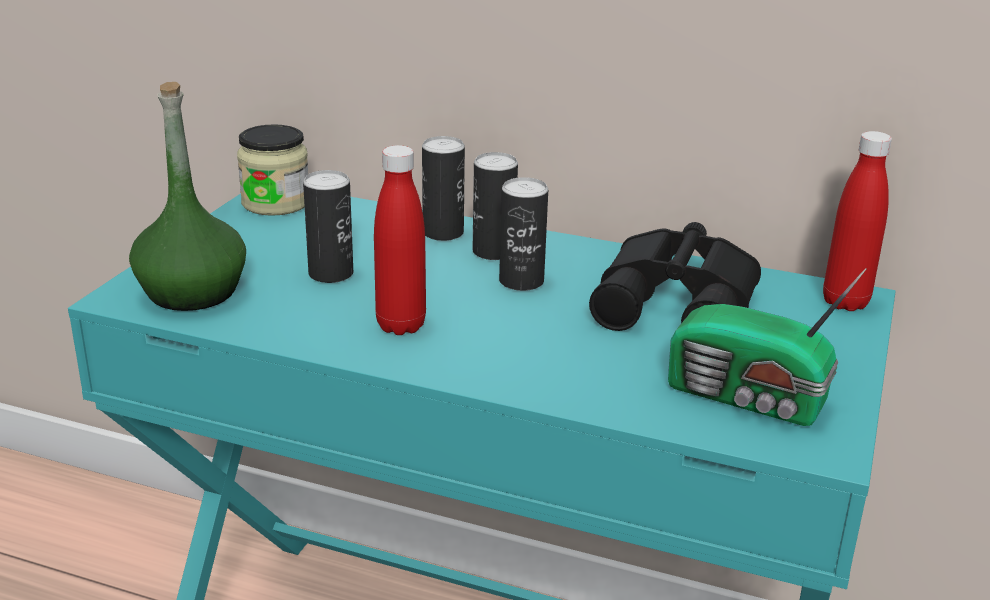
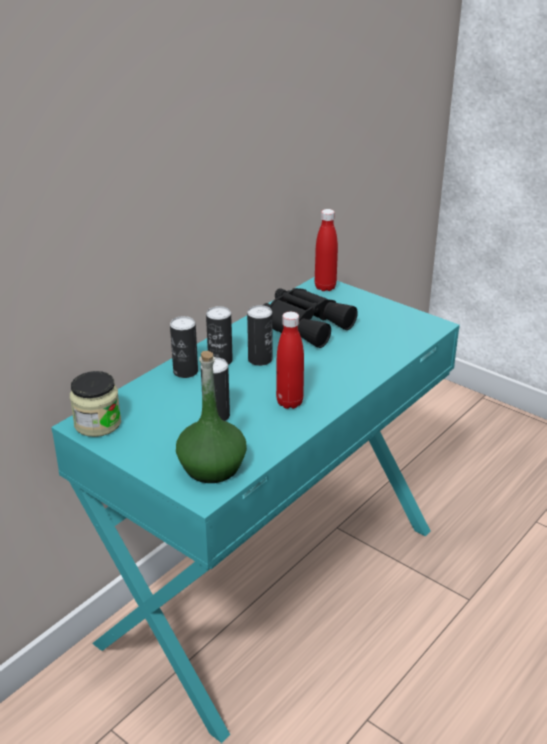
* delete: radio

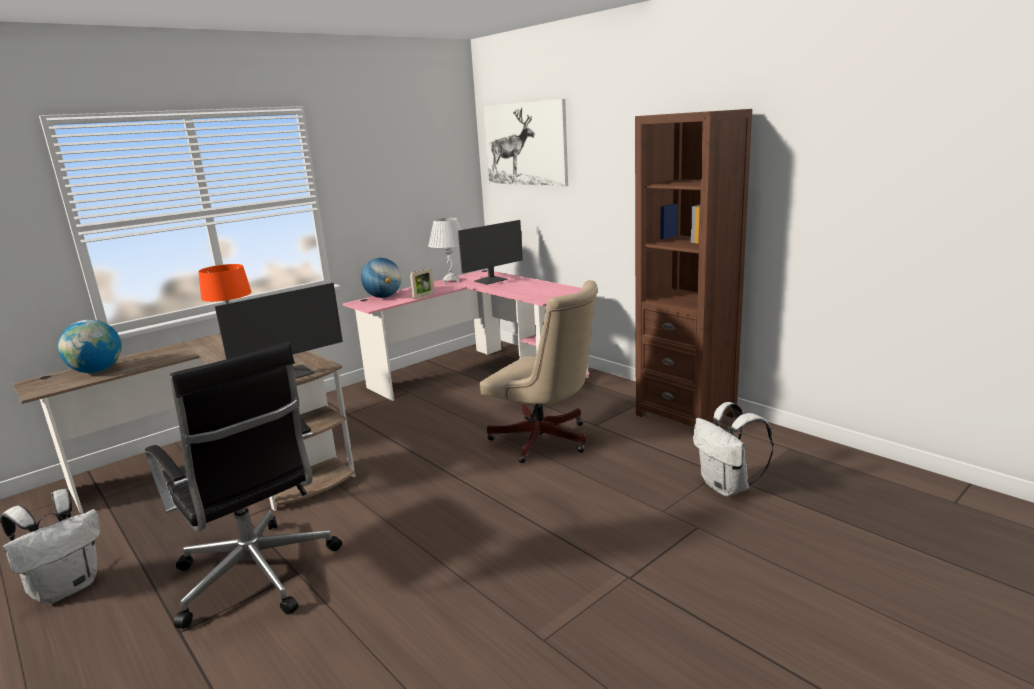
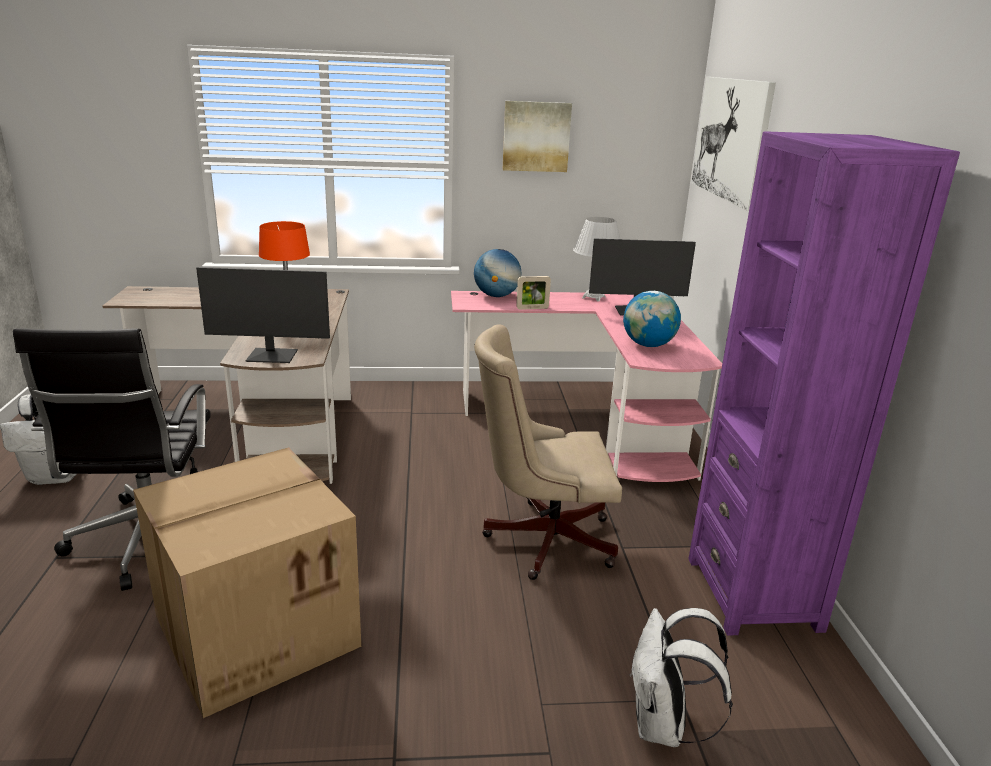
* move: desk globe (1st from left in the first image) to desk globe (2nd from left)
* rotate: sand-coloured computer chair 105 degrees clockwise
* recolor: brownish bookshelf to purple bookshelf
* insert: carton
* insert: picture (1st from left)

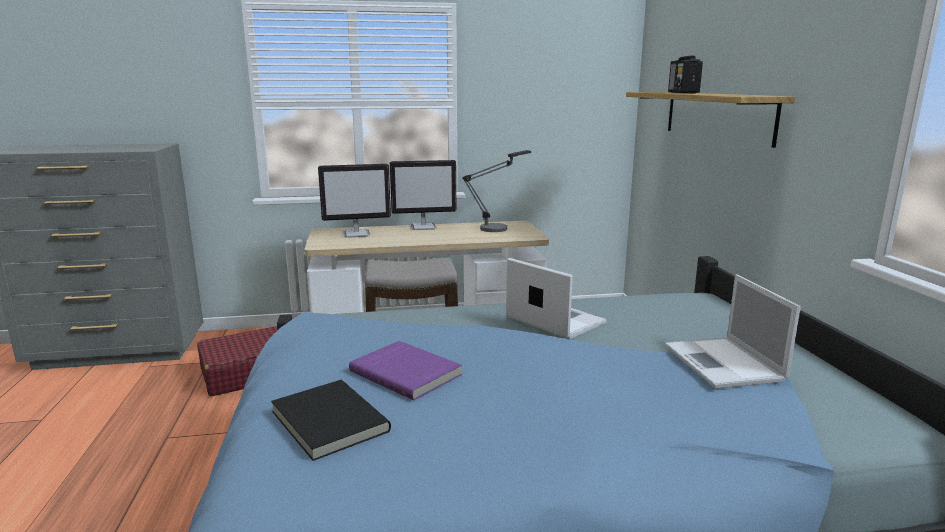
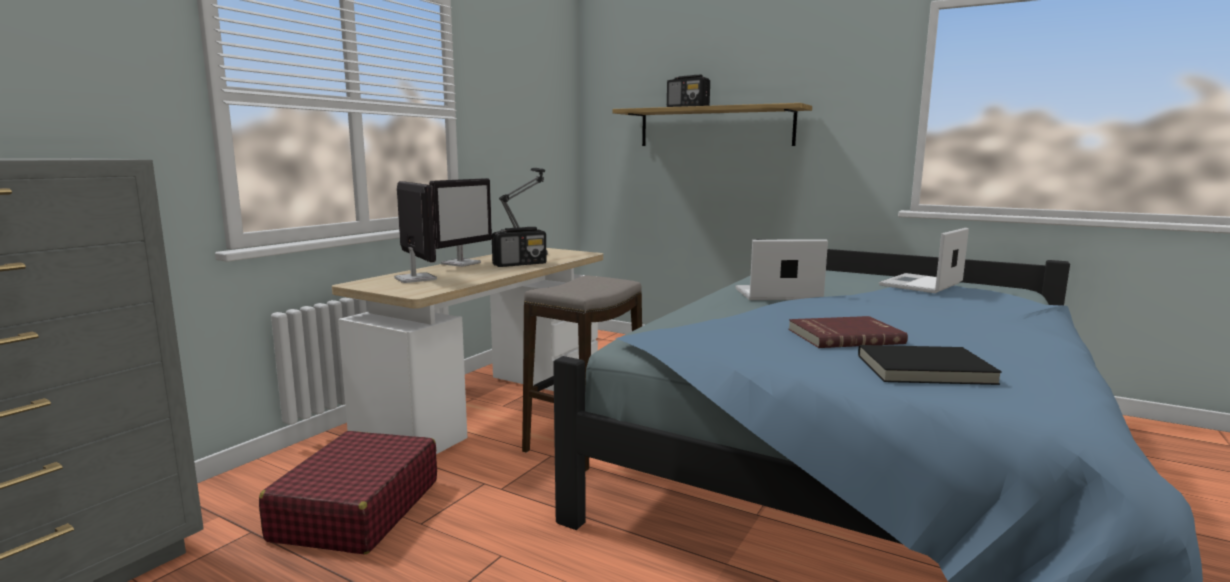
* rotate: monitor (1st from left) 60 degrees counterclockwise
* recolor: purple volume to red-coloured volume
* rotate: portable computer (2nd from left) 105 degrees clockwise
* insert: radio (1st from left)

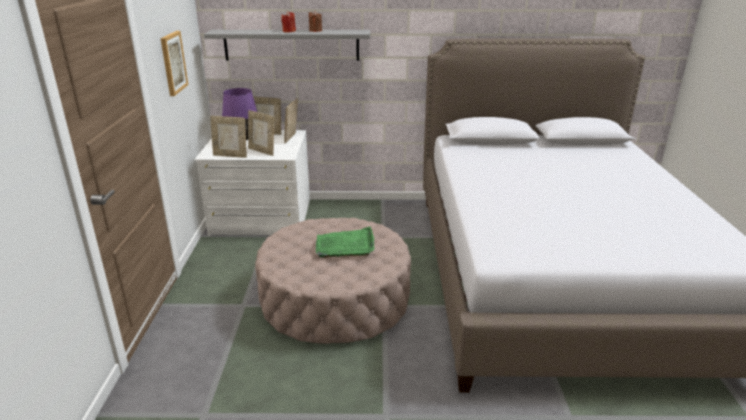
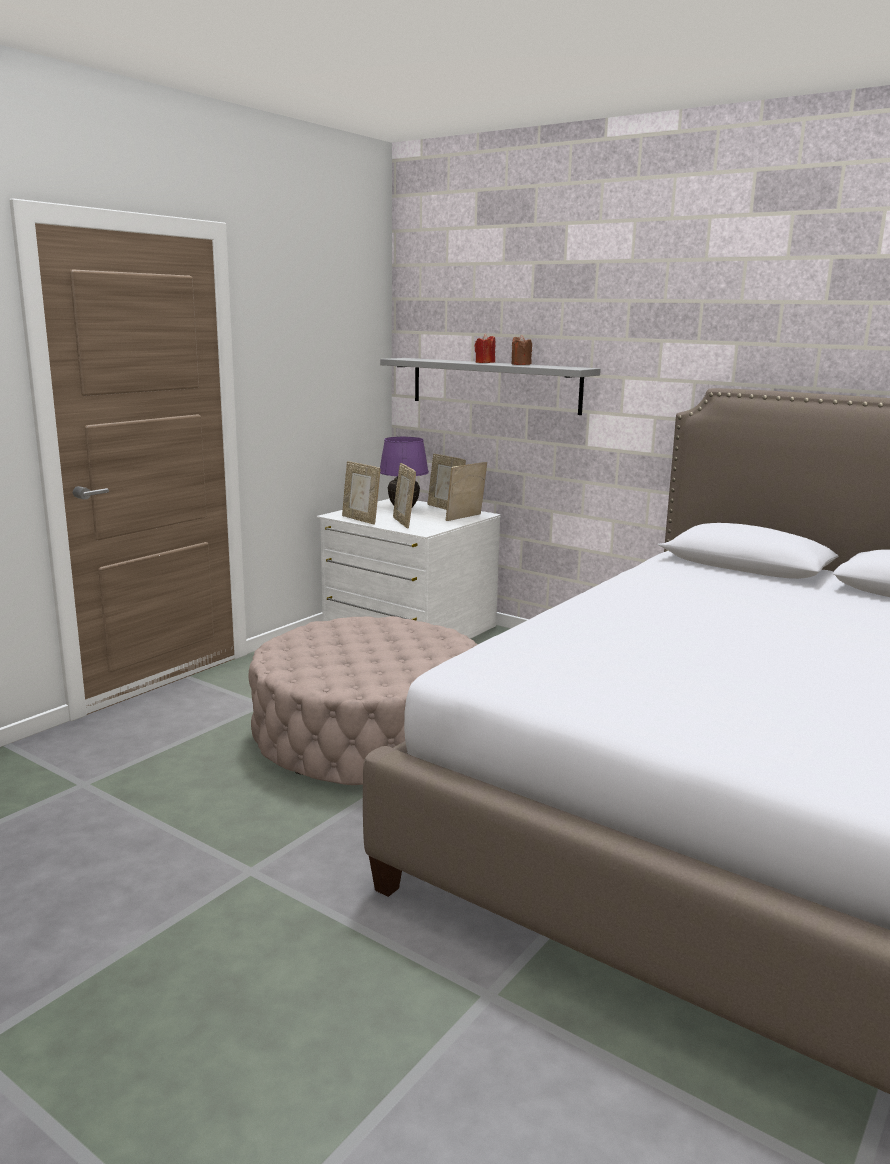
* delete: picture
* delete: green serving tray

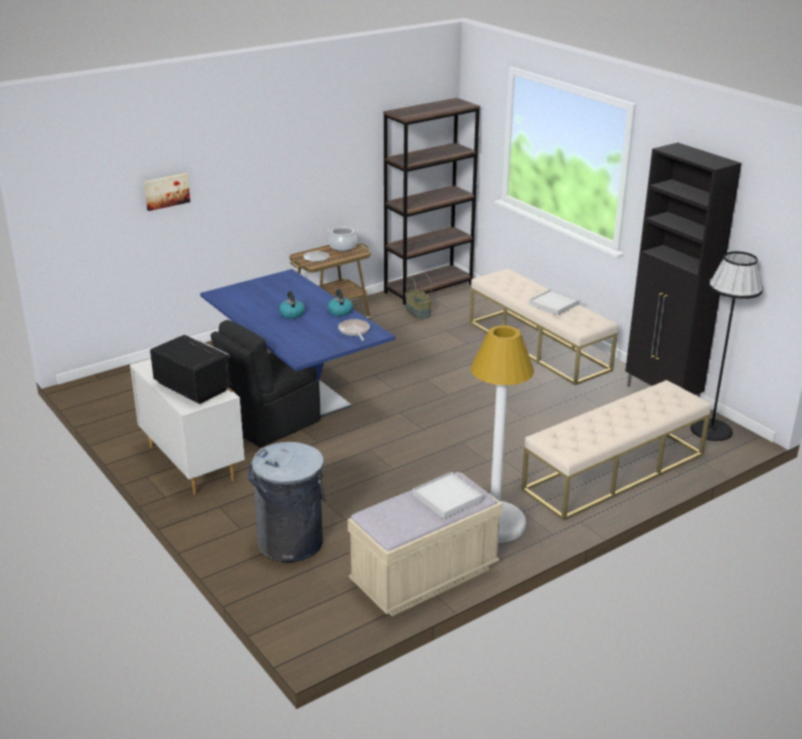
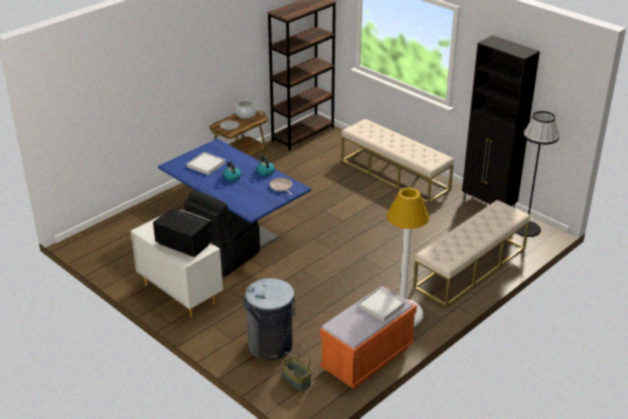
* delete: picture
* recolor: sand-coloured bench (1st from left) to orange-coloured bench
* move: storage basket
* move: whitish serving tray (2nd from left in the first image) to whitish serving tray (1st from left)

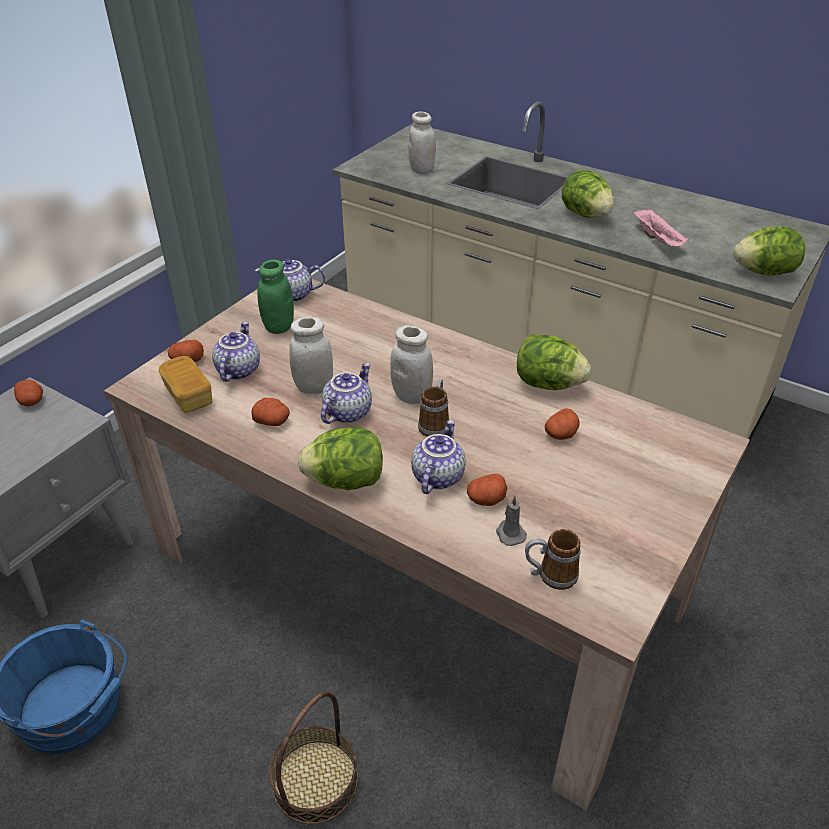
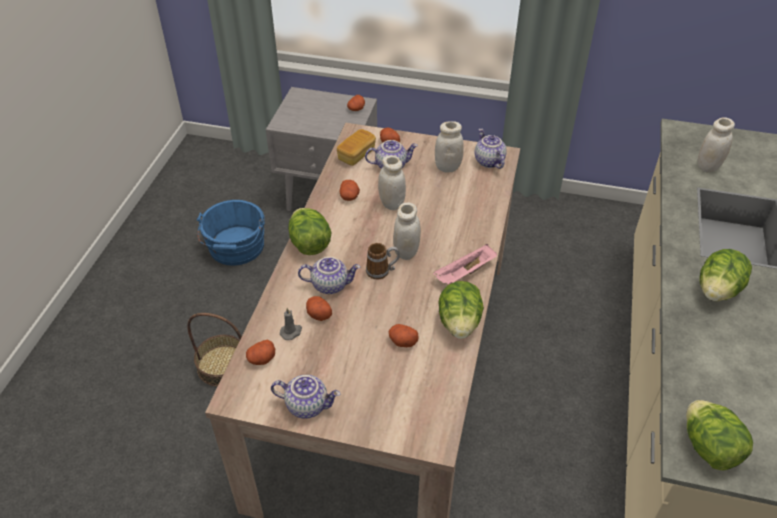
* recolor: green preserve jar to whitish preserve jar (3rd from left)
* move: tea pot (3rd from left in the first image) to tea pot (1st from left)
* replace: mug (2nd from left) to whole potato (1st from left)
* move: pink-coloured serving tray

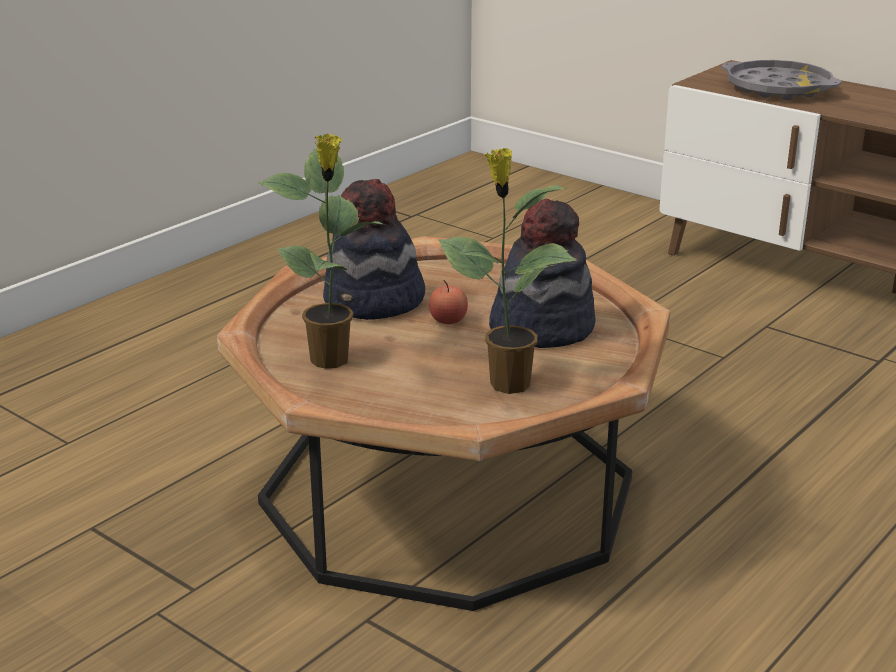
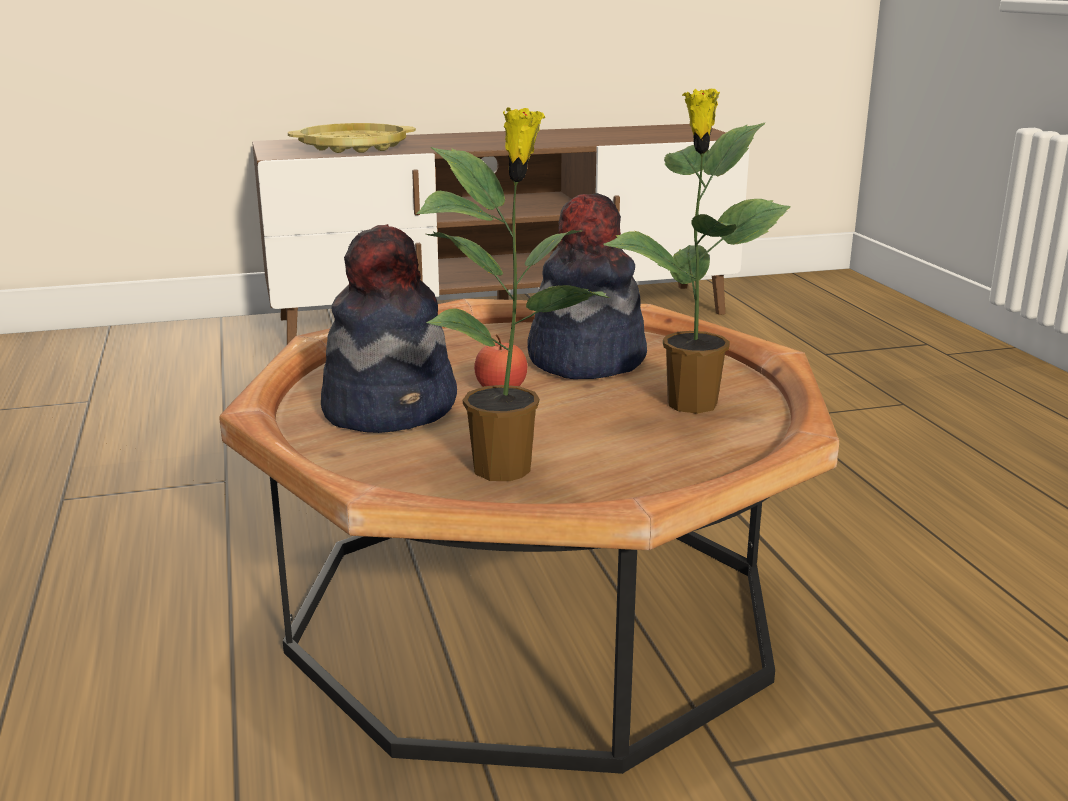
* recolor: greyish serving tray to yellowish serving tray

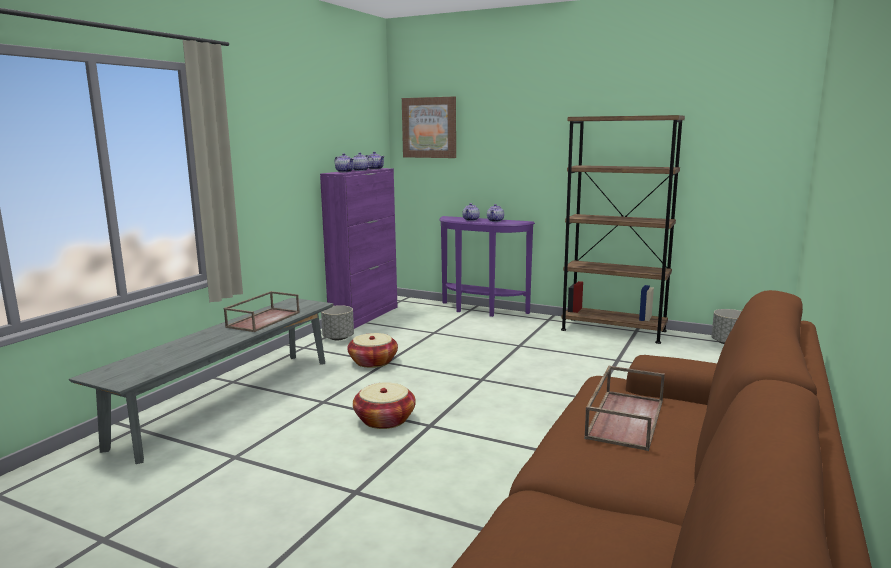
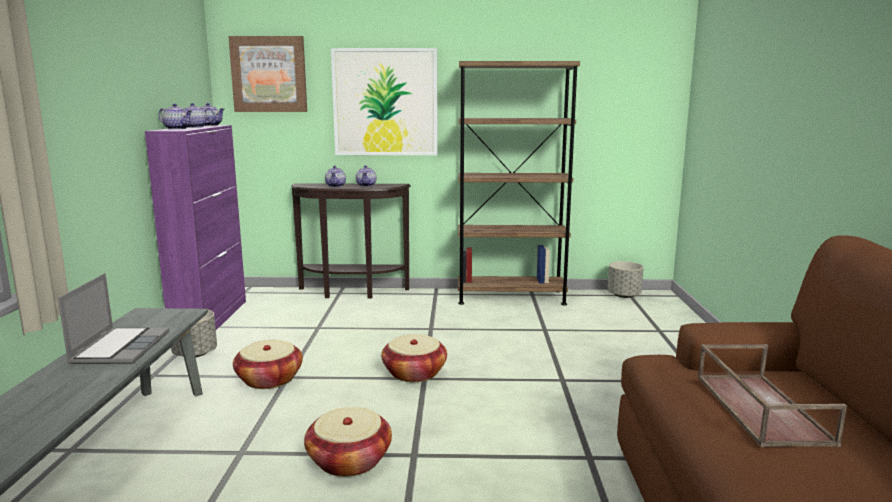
* replace: brownish serving tray (1st from left) to portable computer
* recolor: purple narrow table to brownish narrow table
* insert: picture (2nd from left)
* insert: storage basket (3rd from left)

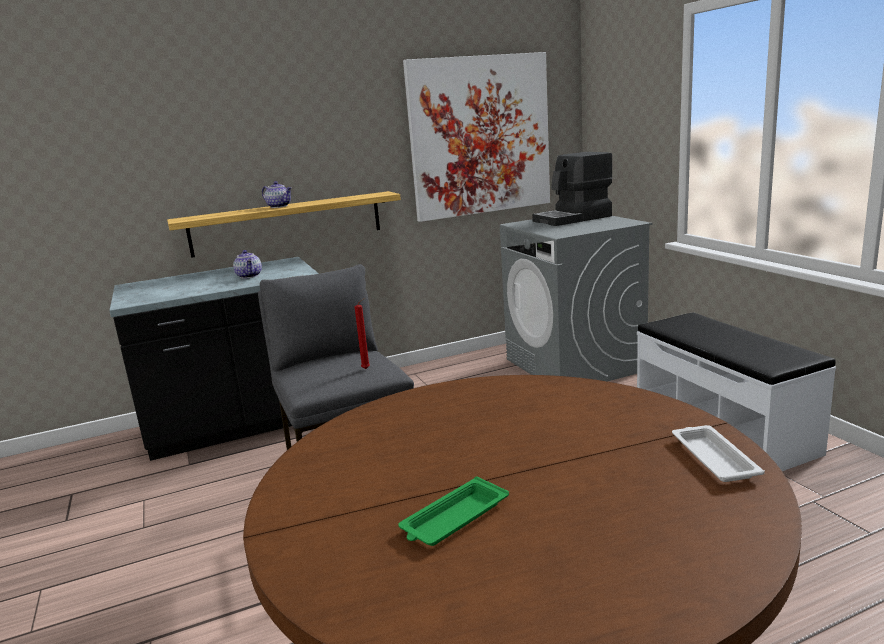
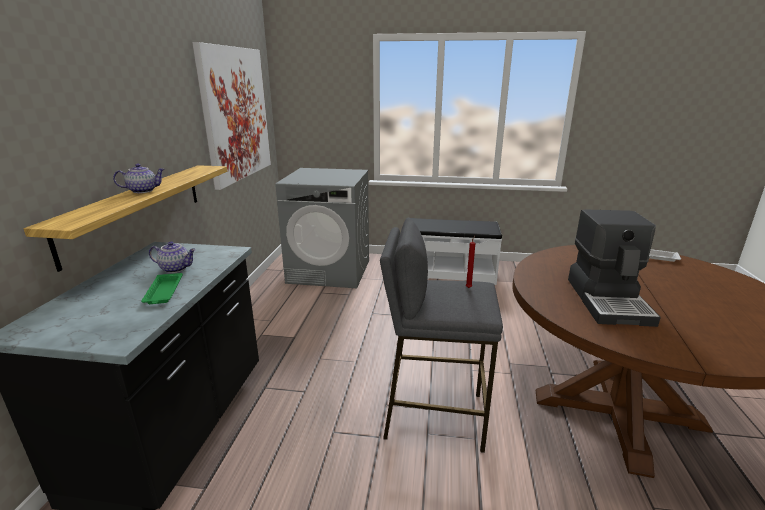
* move: green serving tray
* move: coffee maker

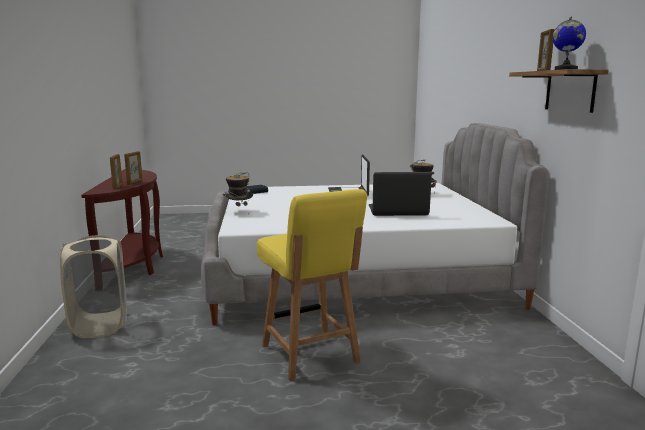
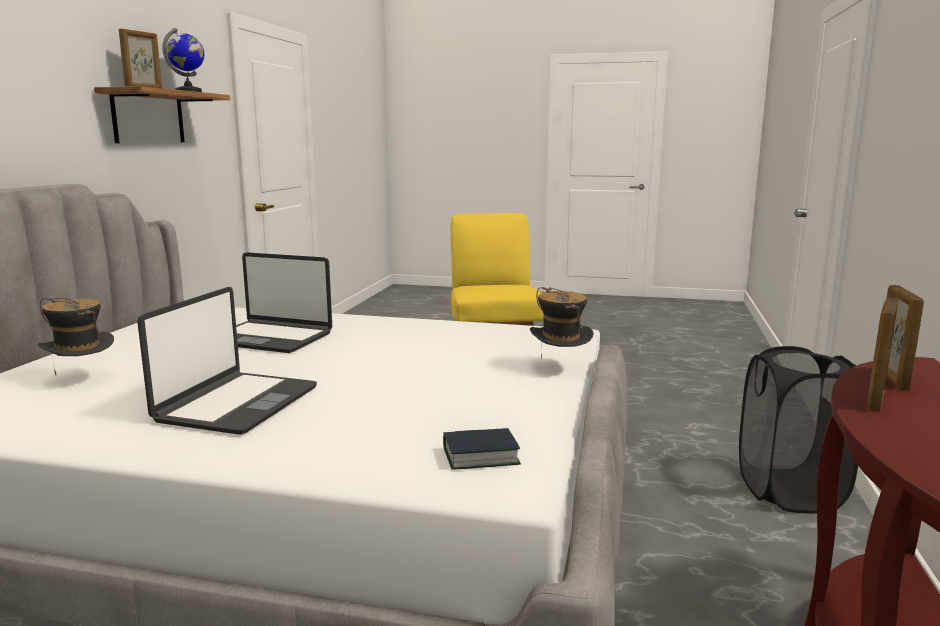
* recolor: sand-coloured washing basket to black washing basket

